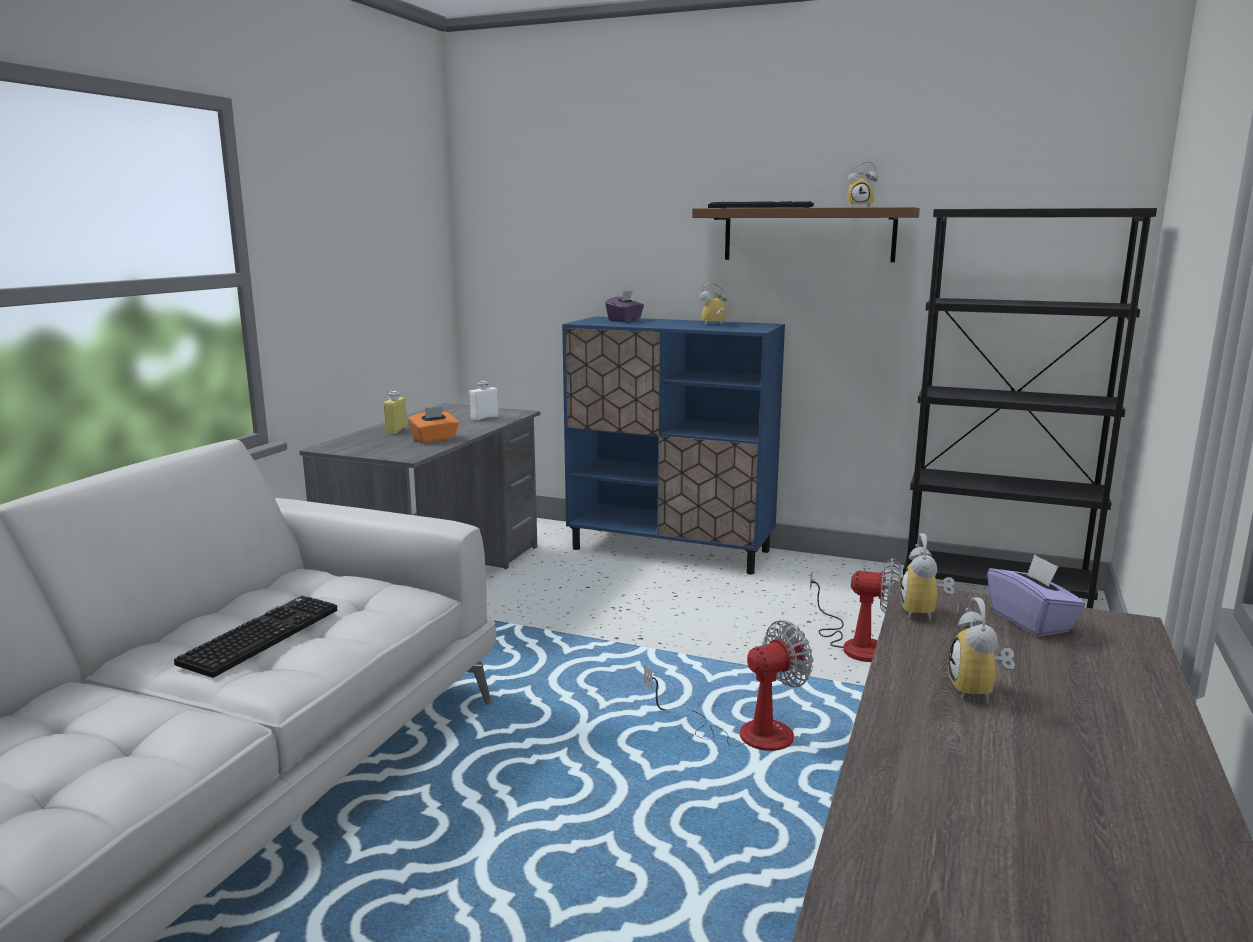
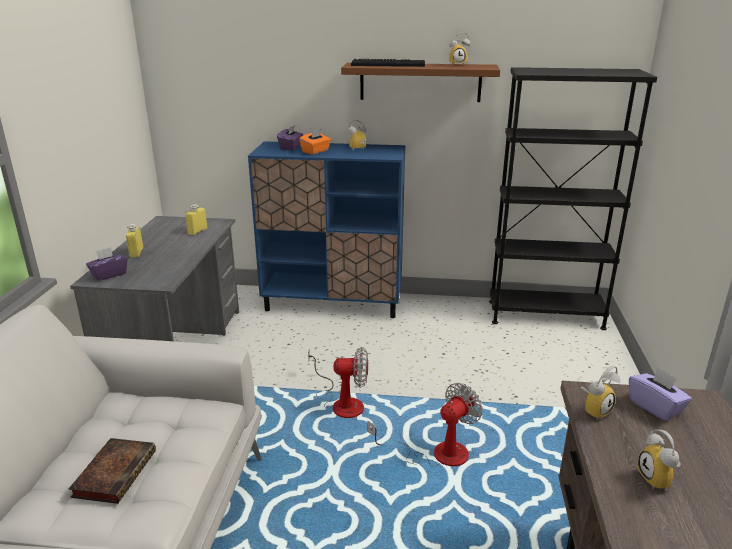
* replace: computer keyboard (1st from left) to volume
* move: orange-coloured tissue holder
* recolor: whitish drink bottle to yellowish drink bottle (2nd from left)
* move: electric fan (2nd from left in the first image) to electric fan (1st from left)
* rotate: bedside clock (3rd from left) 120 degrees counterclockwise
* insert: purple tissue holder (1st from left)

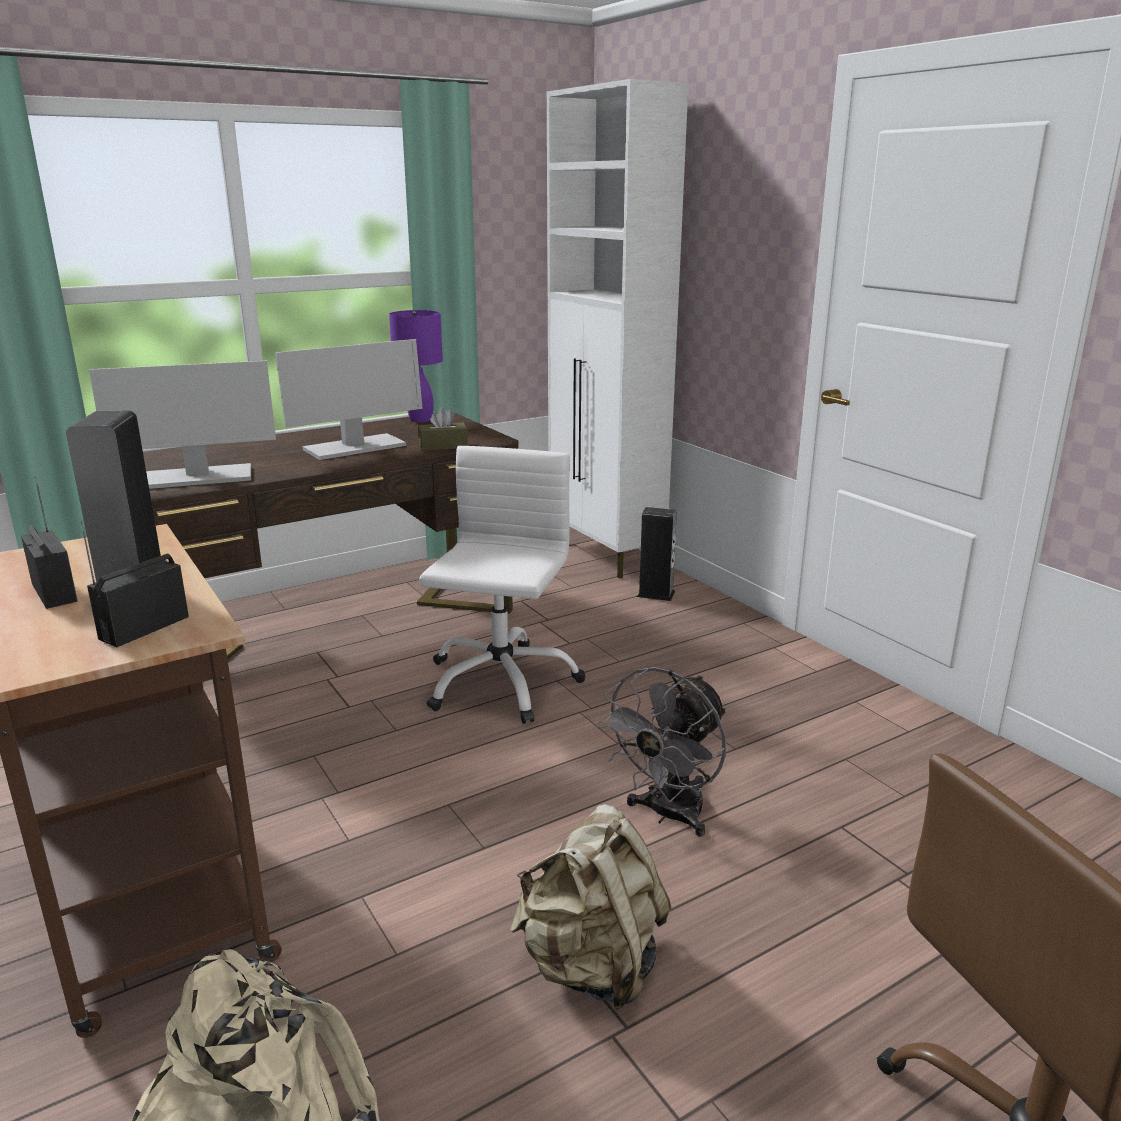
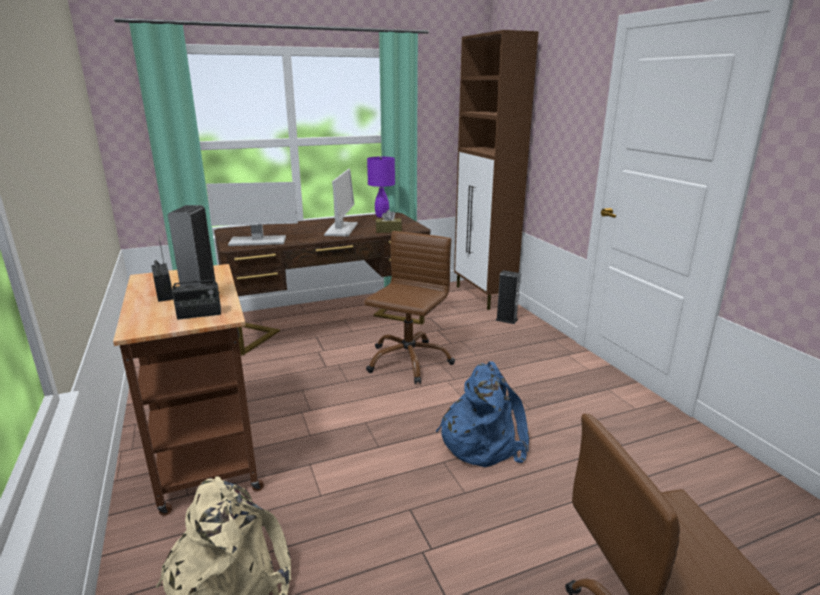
* rotate: radio (2nd from left) 150 degrees counterclockwise
* rotate: monitor (2nd from left) 60 degrees counterclockwise
* recolor: whitish computer chair to brownish computer chair (1st from left)
* delete: sand-coloured rucksack (2nd from left)
* recolor: whitish cupboard to brownish cupboard
* replace: greyish electric fan to blue rucksack

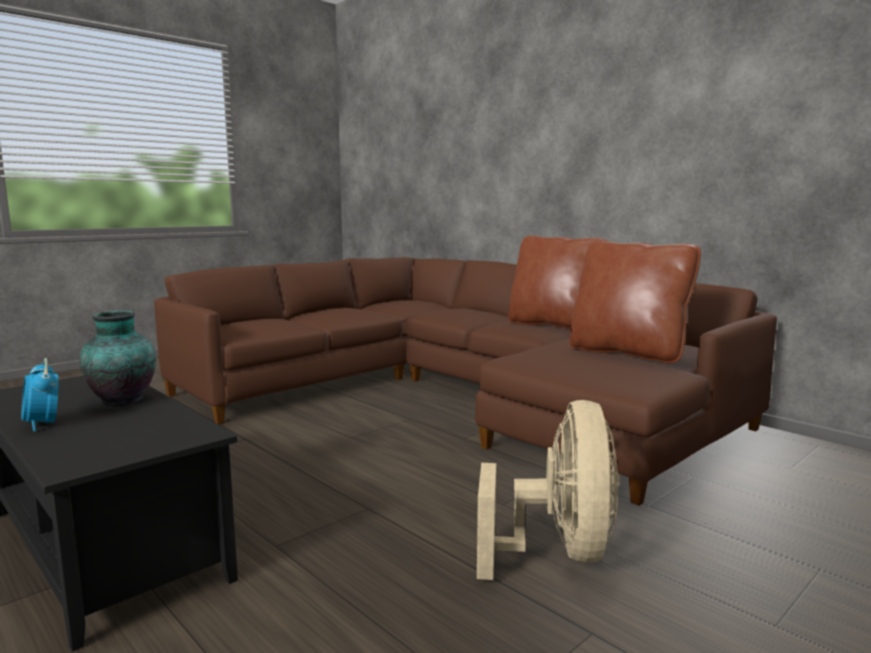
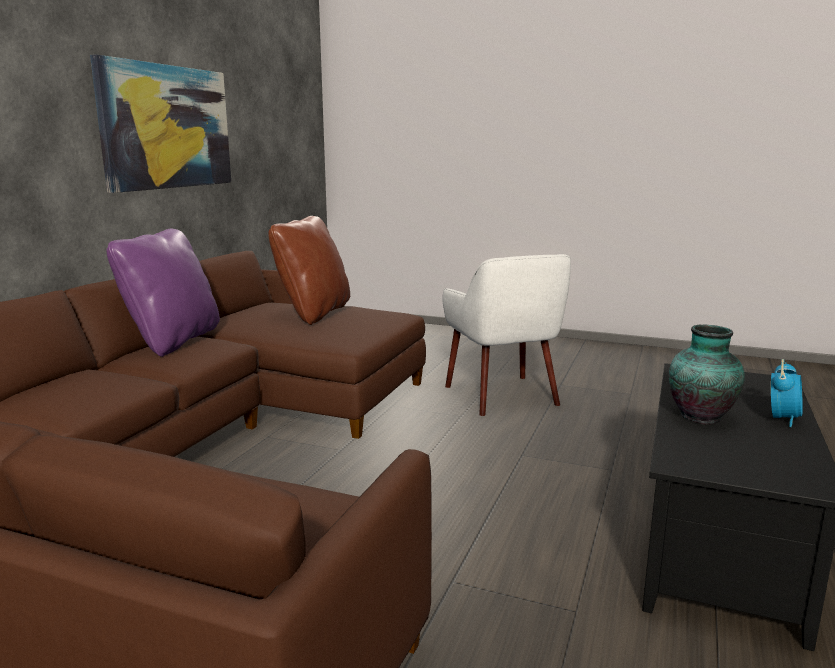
* replace: sand-coloured electric fan to whitish armchair
* recolor: brownish cushion (1st from left) to purple cushion
* insert: picture

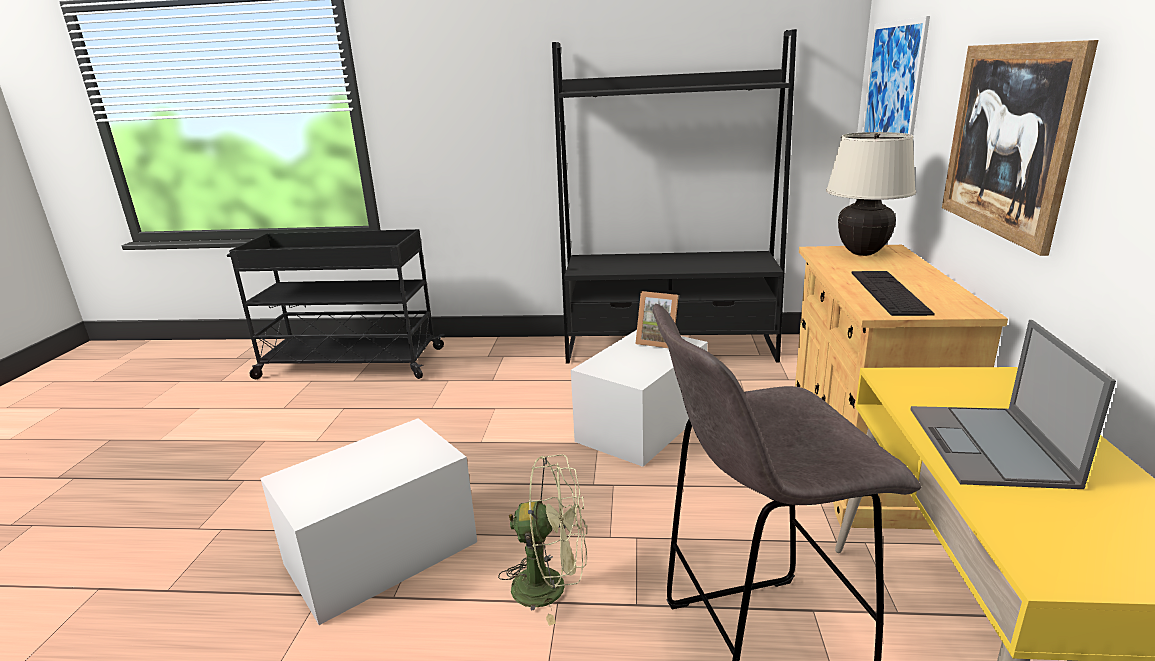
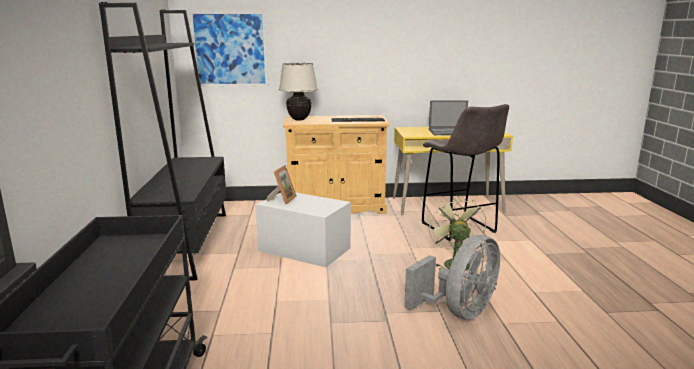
* replace: whitish storage box (1st from left) to greyish electric fan
* delete: picture (2nd from left)

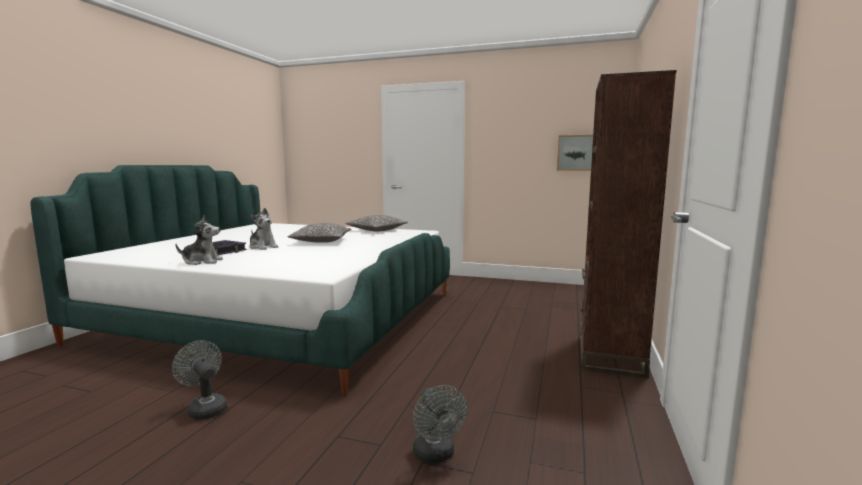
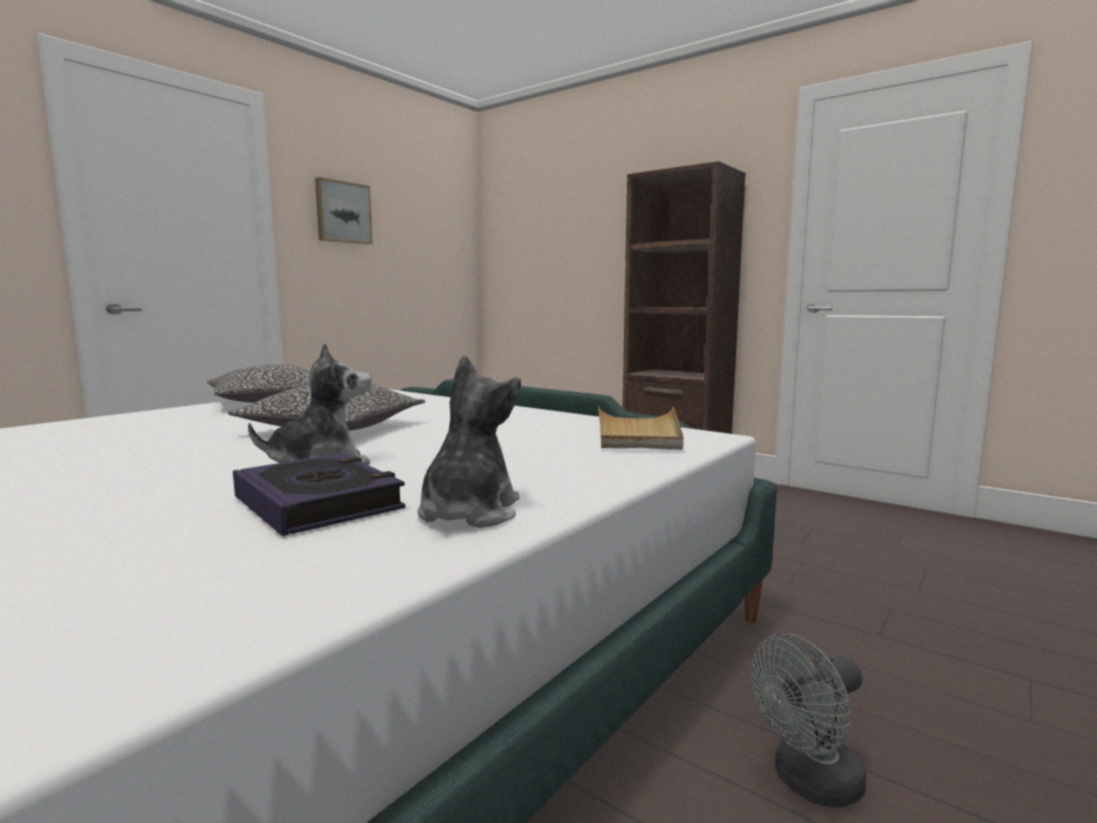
* delete: greyish electric fan (2nd from left)
* move: picture
* insert: sand-coloured serving tray

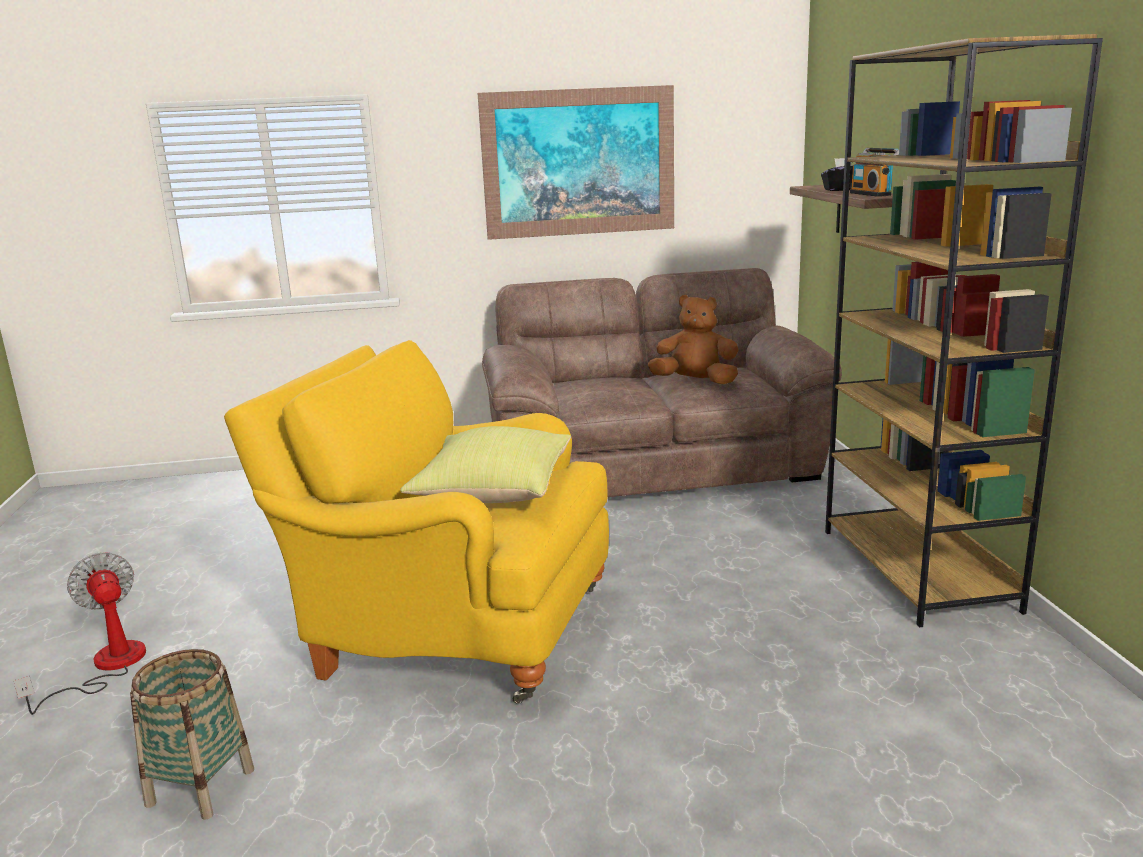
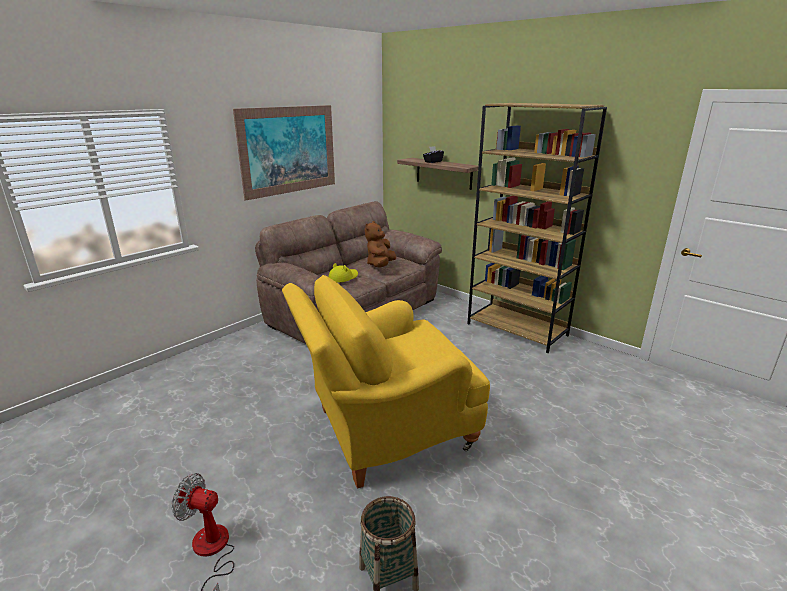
* delete: yellowish cushion
* rotate: brownish soft toy 45 degrees counterclockwise
* delete: radio
* insert: yellowish hat

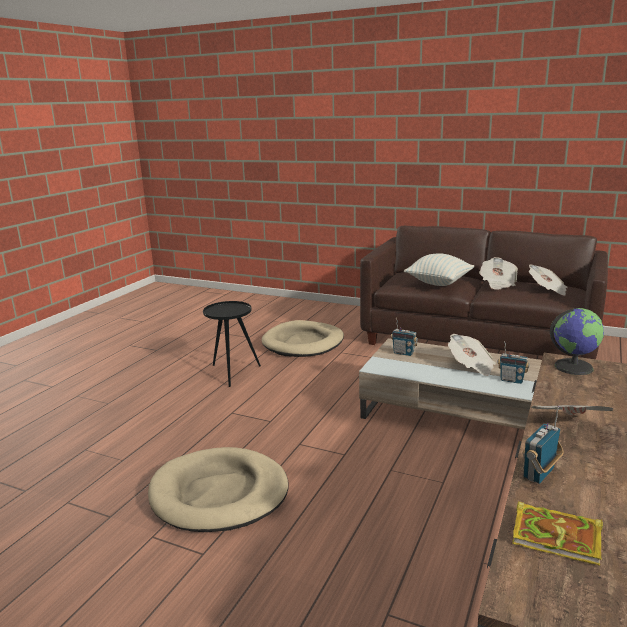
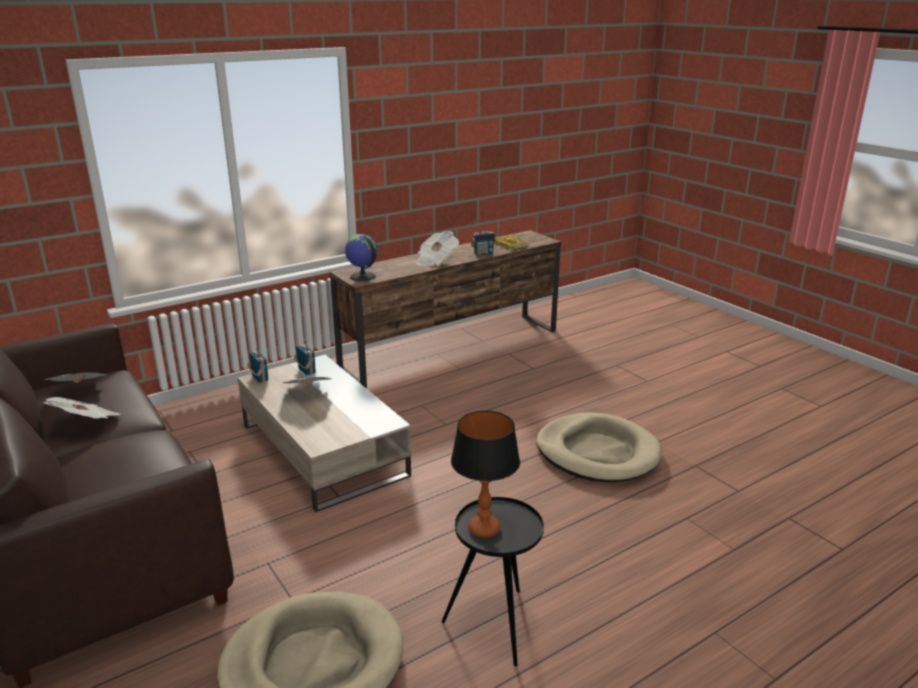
* move: radio (1st from left)
* delete: cushion
* insert: lamp for a table

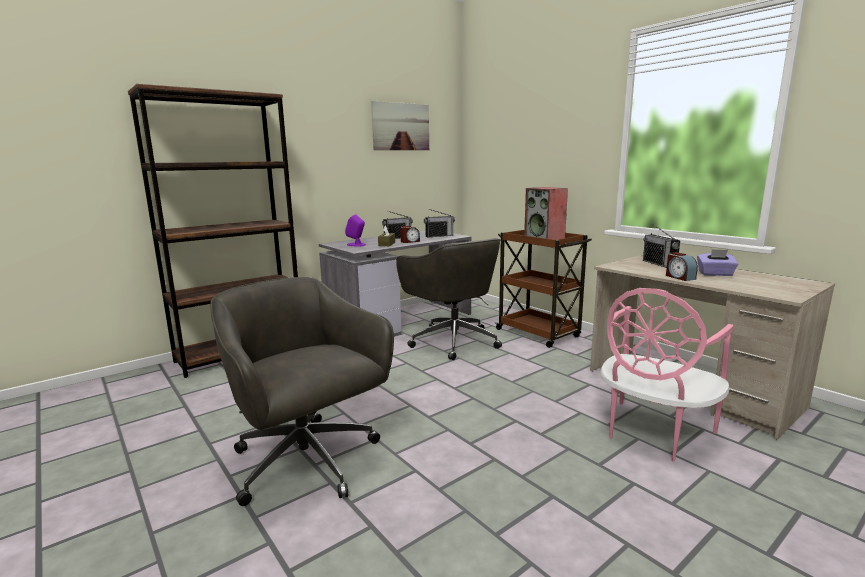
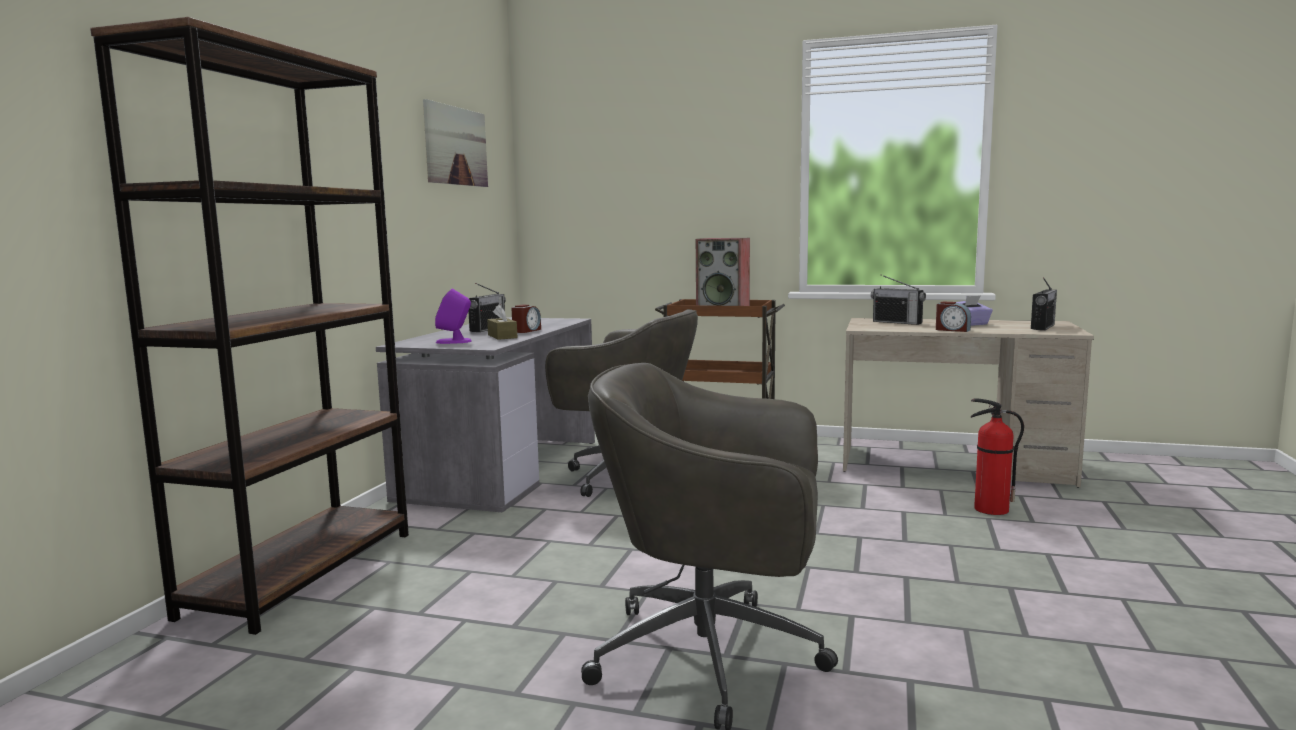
* move: radio (2nd from left in the first image) to radio (3rd from left)
* replace: pink-coloured upright chair to extinguisher

